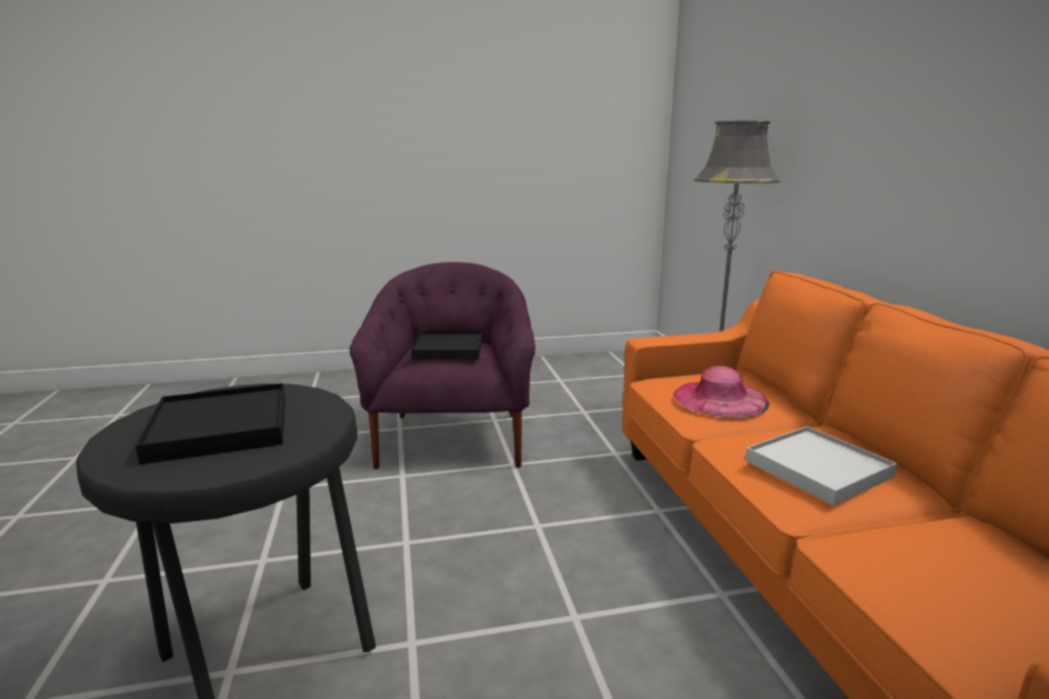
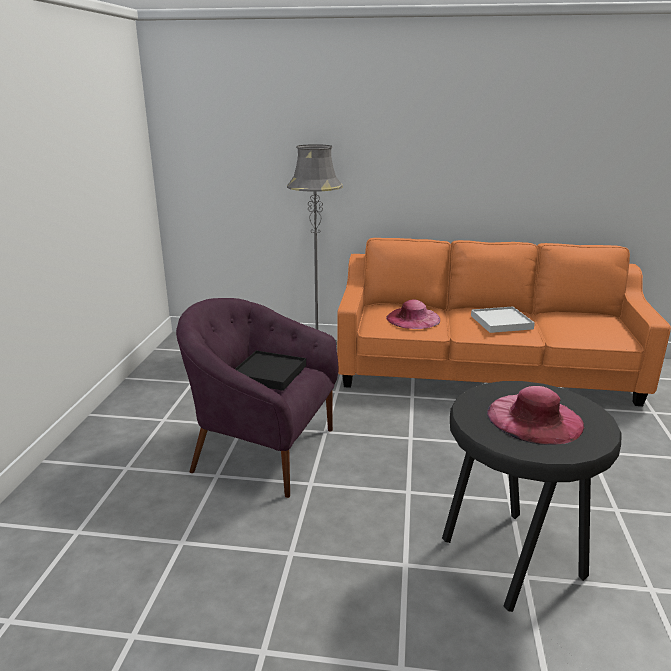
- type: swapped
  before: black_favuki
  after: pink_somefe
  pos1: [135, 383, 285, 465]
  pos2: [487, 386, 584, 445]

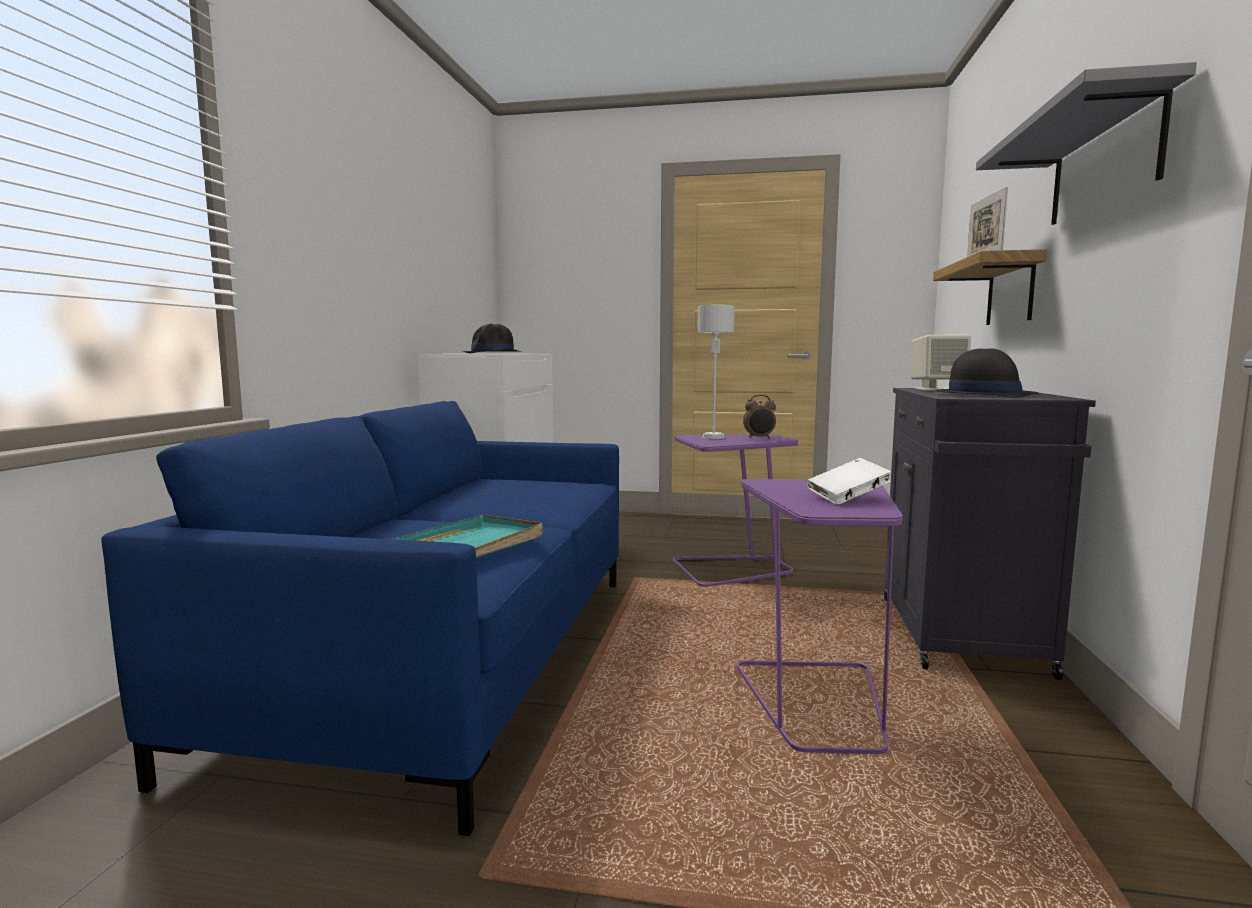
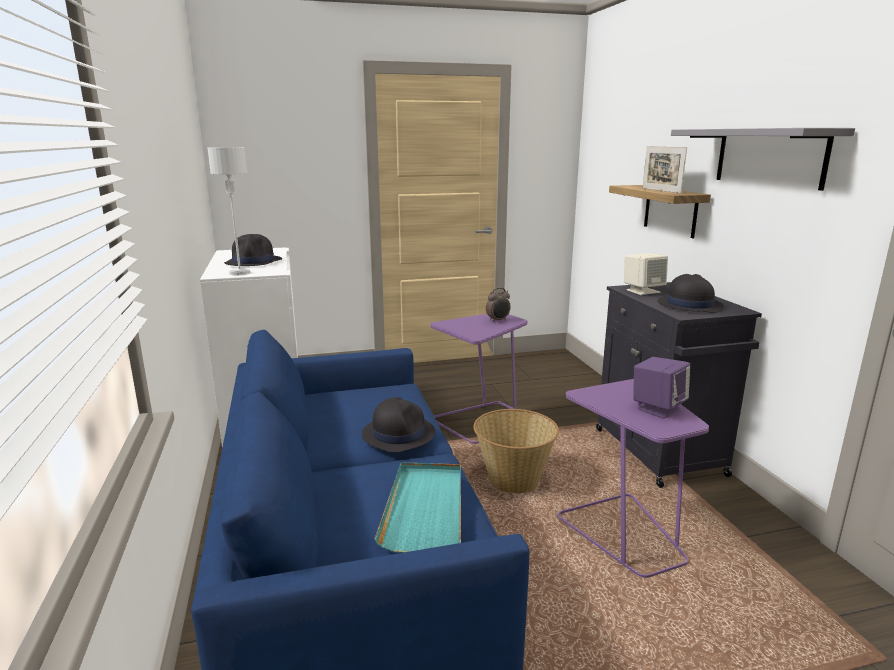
- type: shifted
  before: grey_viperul
  pos1: [698, 305, 735, 439]
  pos2: [207, 147, 251, 275]
- type: swapped
  before: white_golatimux
  after: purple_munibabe
  pos1: [807, 458, 891, 505]
  pos2: [633, 357, 690, 419]
- type: new
  after: black_somefe
  pos2: [362, 397, 435, 453]
- type: new
  after: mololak
  pos2: [473, 409, 559, 493]

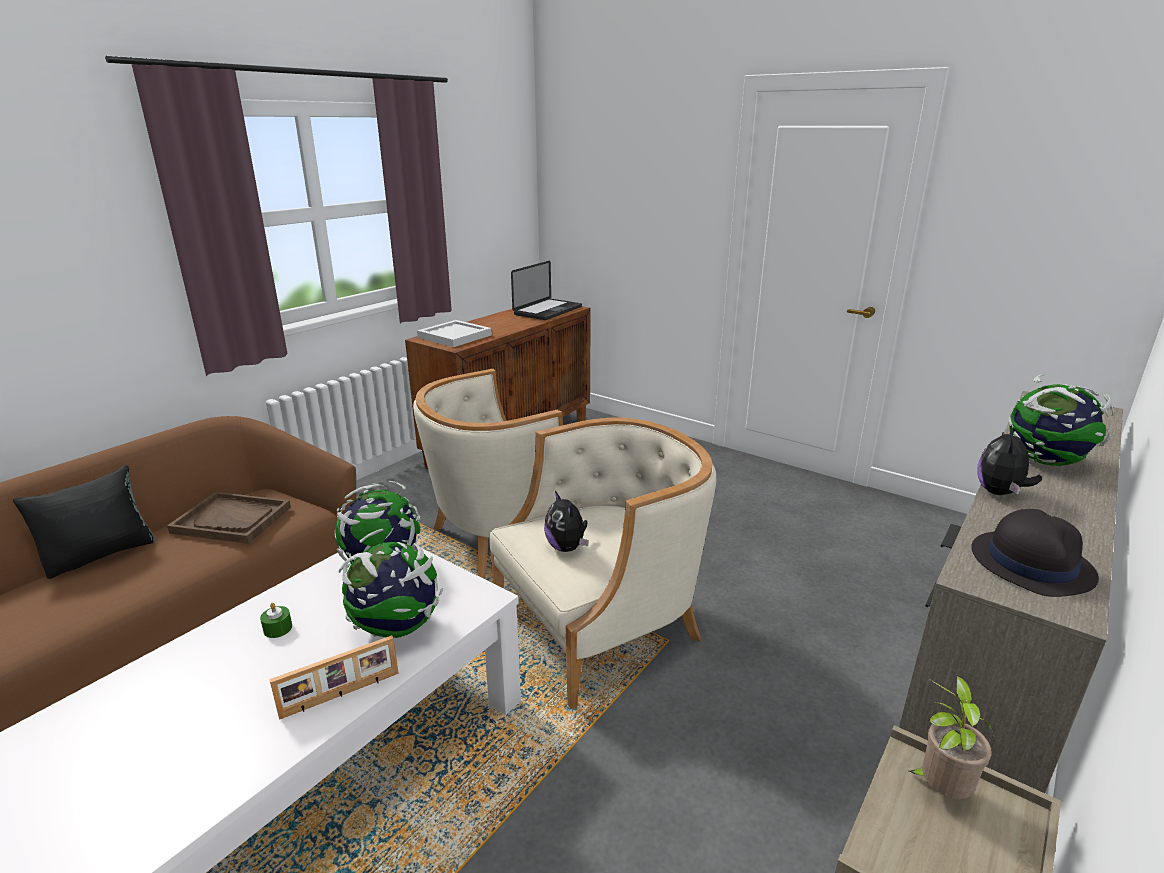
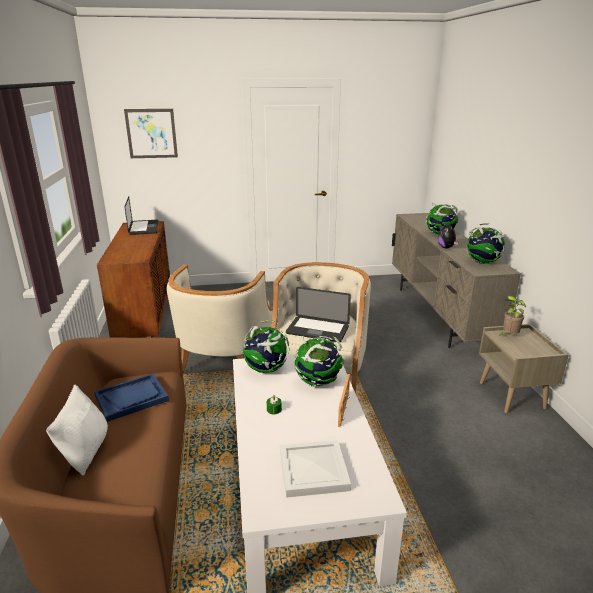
- type: shifted
  before: white_favuki
  pos1: [417, 320, 492, 347]
  pos2: [280, 440, 351, 498]
- type: repainted
  before: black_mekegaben
  after: white_mekegaben
  pos1: [13, 465, 156, 579]
  pos2: [46, 384, 108, 475]
- type: swapped
  before: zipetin
  after: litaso
  pos1: [544, 491, 589, 552]
  pos2: [286, 287, 351, 342]
- type: repainted
  before: brown_favuki
  after: blue_favuki
  pos1: [167, 492, 291, 544]
  pos2: [94, 373, 169, 422]
- type: swapped
  before: black_somefe
  after: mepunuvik
  pos1: [971, 509, 1099, 597]
  pos2: [466, 223, 506, 264]
- type: new
  after: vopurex
  pos2: [124, 109, 178, 158]

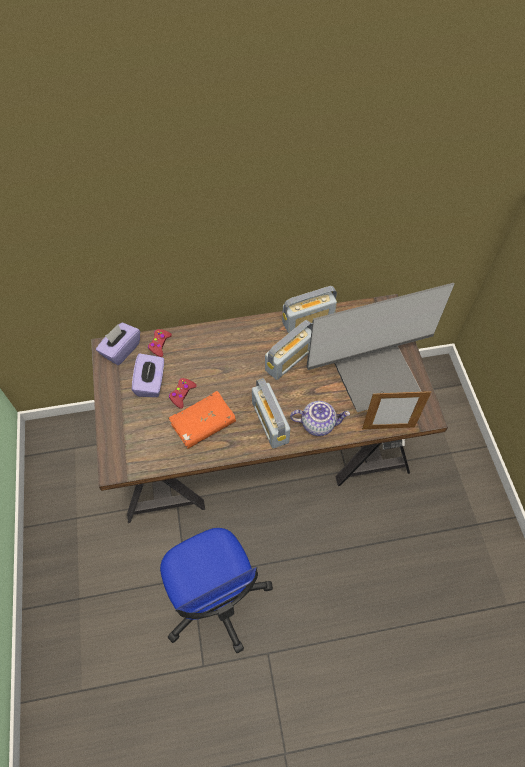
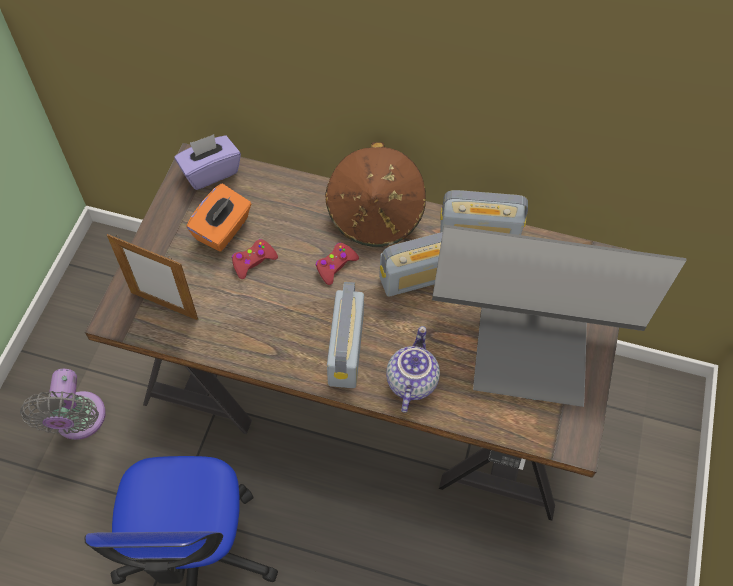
- type: shifted
  before: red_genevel
  pos1: [148, 329, 172, 357]
  pos2: [316, 243, 359, 285]
- type: repainted
  before: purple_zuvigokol
  after: orange_zuvigokol
  pos1: [132, 353, 164, 397]
  pos2: [186, 184, 252, 252]
- type: gone
  before: orange_golatimux
  pos1: [168, 391, 236, 449]
- type: shifted
  before: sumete
  pos1: [362, 391, 431, 429]
  pos2: [107, 234, 198, 320]
- type: rotated
  before: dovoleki
  pos1: [290, 401, 350, 436]
  pos2: [386, 326, 440, 413]
  turn: -105
- type: new
  after: brown_somefe
  pos2: [325, 142, 426, 247]
- type: new
  after: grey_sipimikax
  pos2: [20, 369, 106, 440]

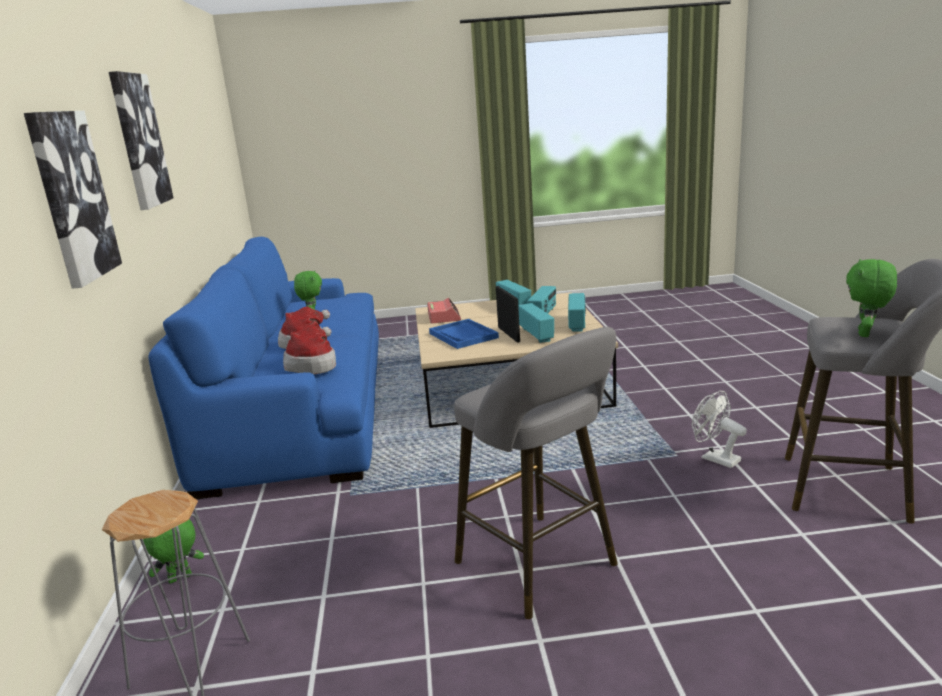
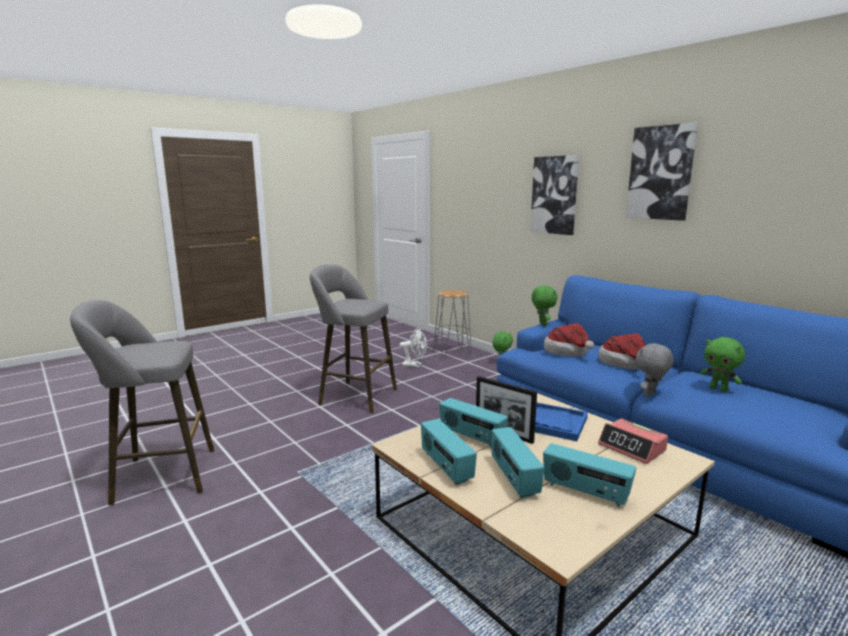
- type: shifted
  before: green_zipetin
  pos1: [846, 259, 897, 337]
  pos2: [531, 285, 558, 326]
- type: shifted
  before: white_sipimikax
  pos1: [692, 391, 747, 468]
  pos2: [400, 328, 427, 367]
- type: new
  after: grey_zipetin
  pos2: [636, 343, 674, 397]

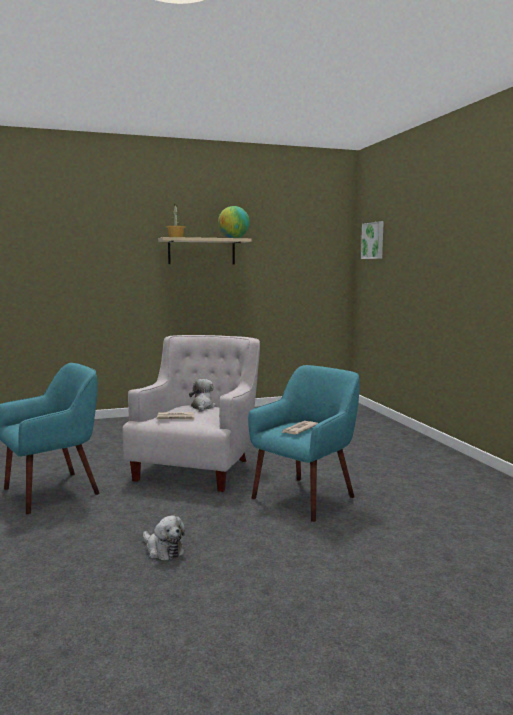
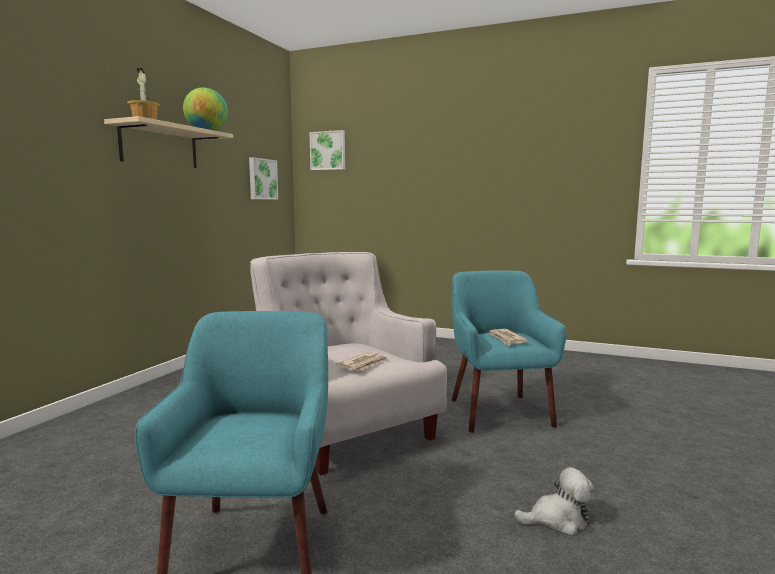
- type: gone
  before: zipetin
  pos1: [189, 379, 216, 412]
- type: new
  after: vopurex
  pos2: [249, 157, 278, 200]

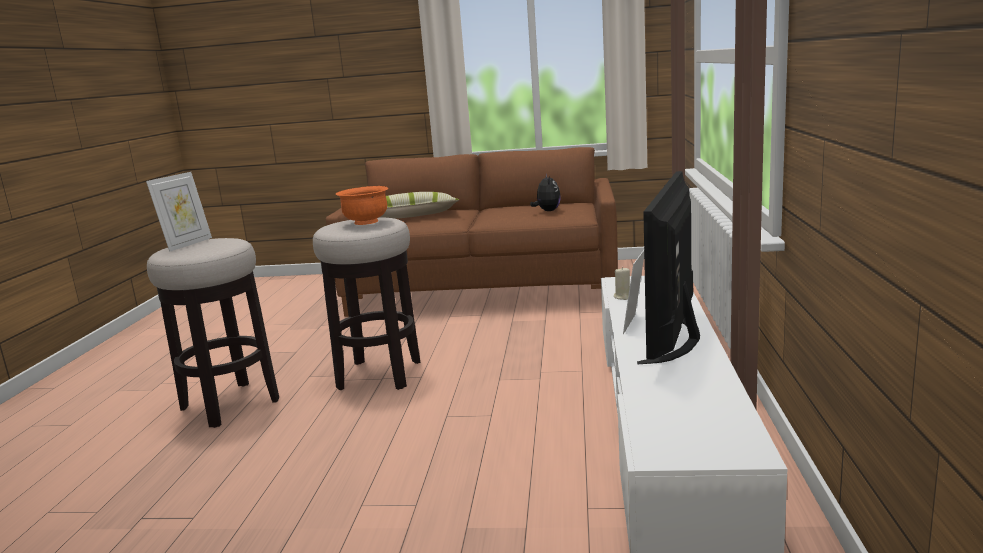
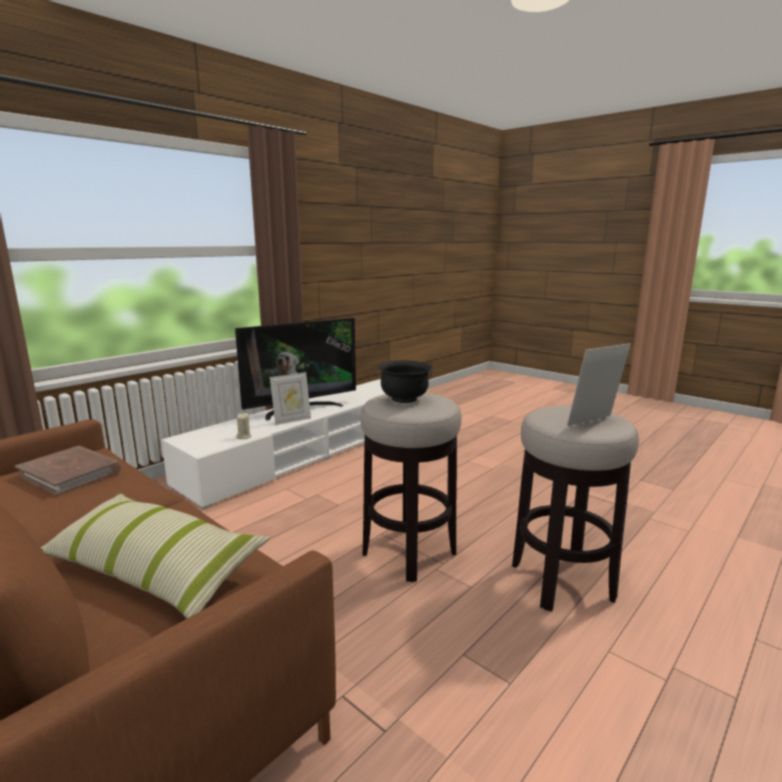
- type: swapped
  before: zipetin
  after: brown_golatimux
  pos1: [530, 174, 561, 211]
  pos2: [15, 446, 121, 496]
- type: repainted
  before: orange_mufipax
  after: black_mufipax
  pos1: [336, 186, 388, 225]
  pos2: [378, 360, 433, 403]

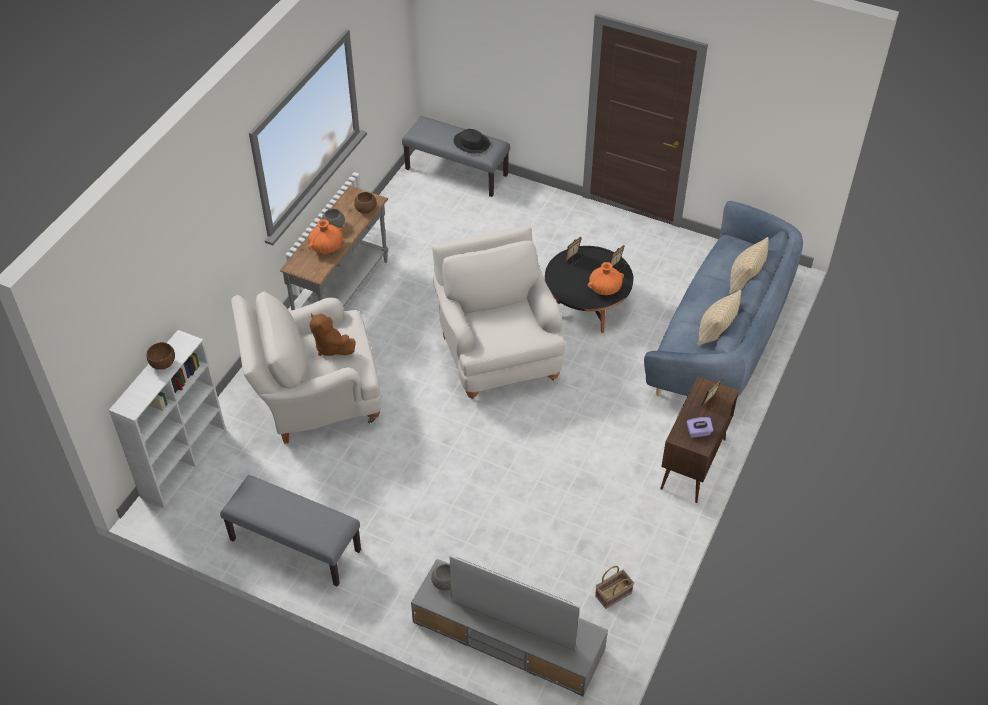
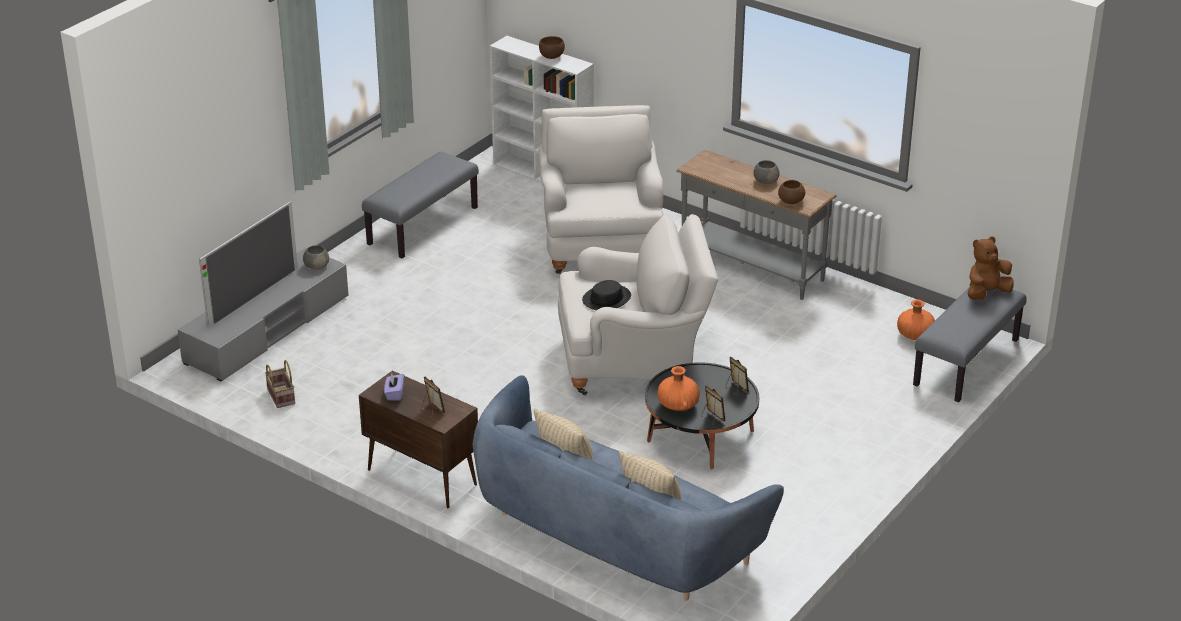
- type: shifted
  before: black_somefe
  pos1: [453, 129, 490, 153]
  pos2: [582, 280, 631, 310]
- type: shifted
  before: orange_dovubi
  pos1: [308, 219, 343, 254]
  pos2: [897, 300, 935, 340]
- type: shifted
  before: brown_zipetin
  pos1: [310, 313, 355, 356]
  pos2: [968, 236, 1014, 300]

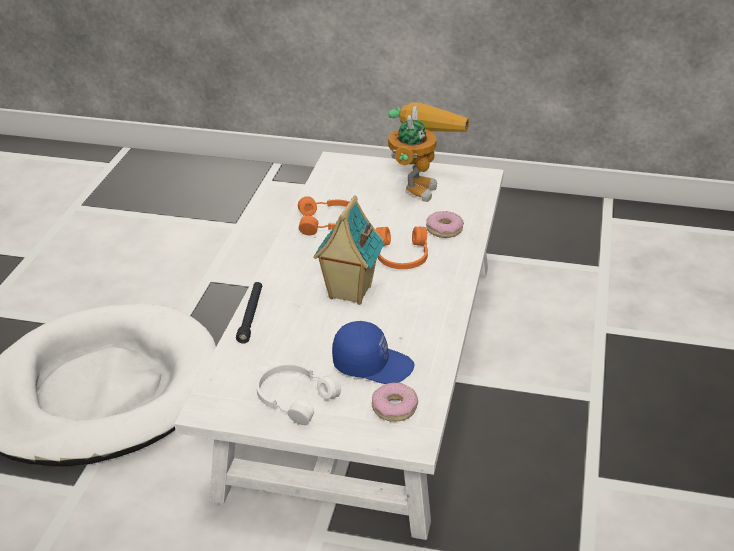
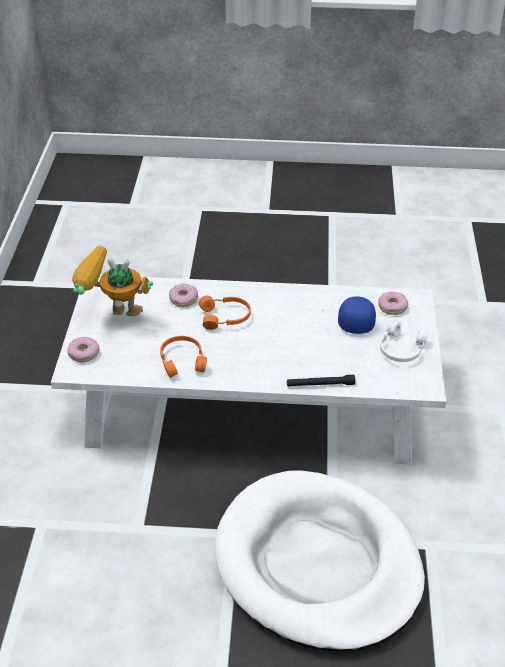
- type: gone
  before: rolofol
  pos1: [313, 195, 385, 305]
- type: new
  after: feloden
  pos2: [67, 337, 99, 362]

